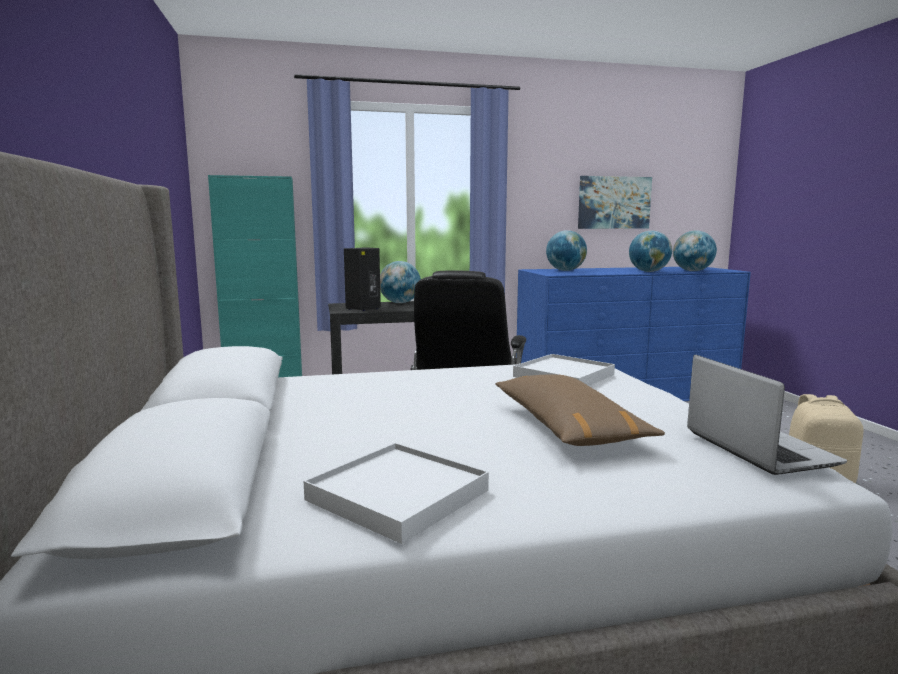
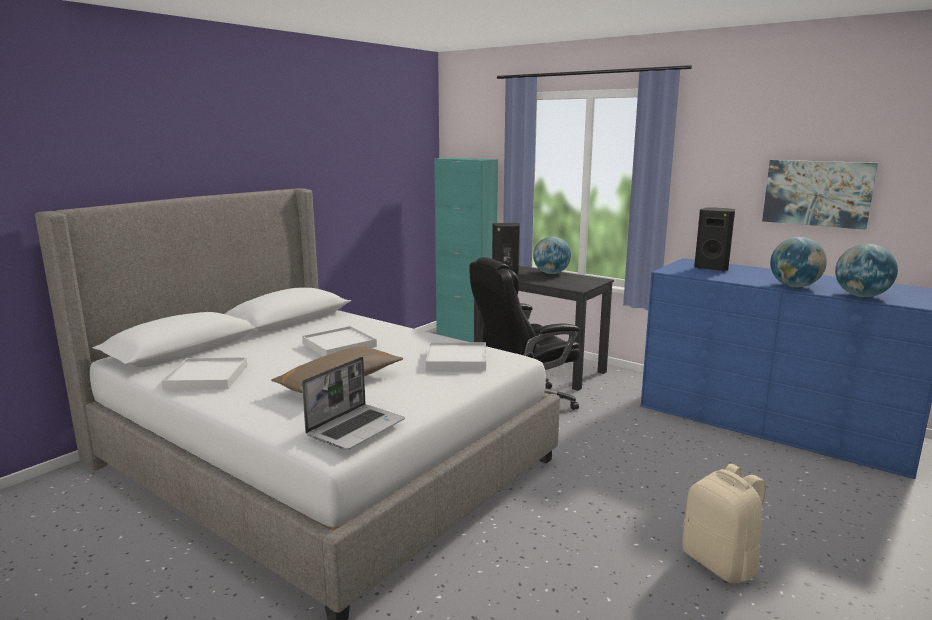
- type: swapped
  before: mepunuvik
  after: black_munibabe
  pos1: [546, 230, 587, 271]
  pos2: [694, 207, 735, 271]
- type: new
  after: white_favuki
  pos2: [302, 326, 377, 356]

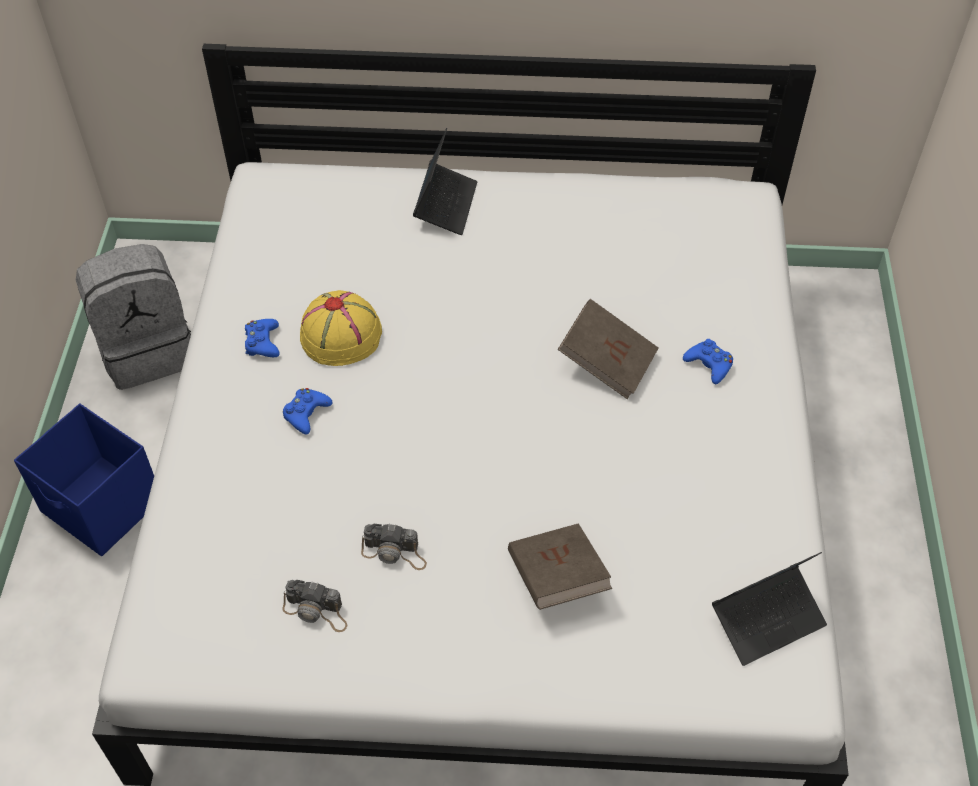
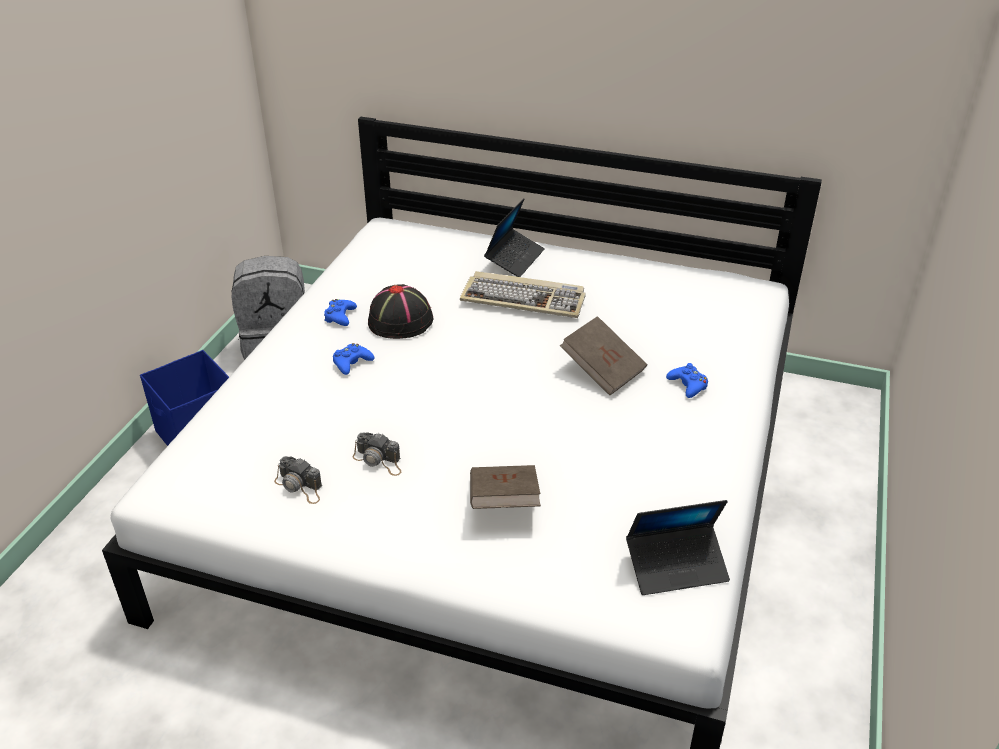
- type: repainted
  before: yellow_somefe
  after: black_somefe
  pos1: [300, 290, 382, 366]
  pos2: [368, 284, 433, 339]
- type: new
  after: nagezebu
  pos2: [460, 271, 586, 318]

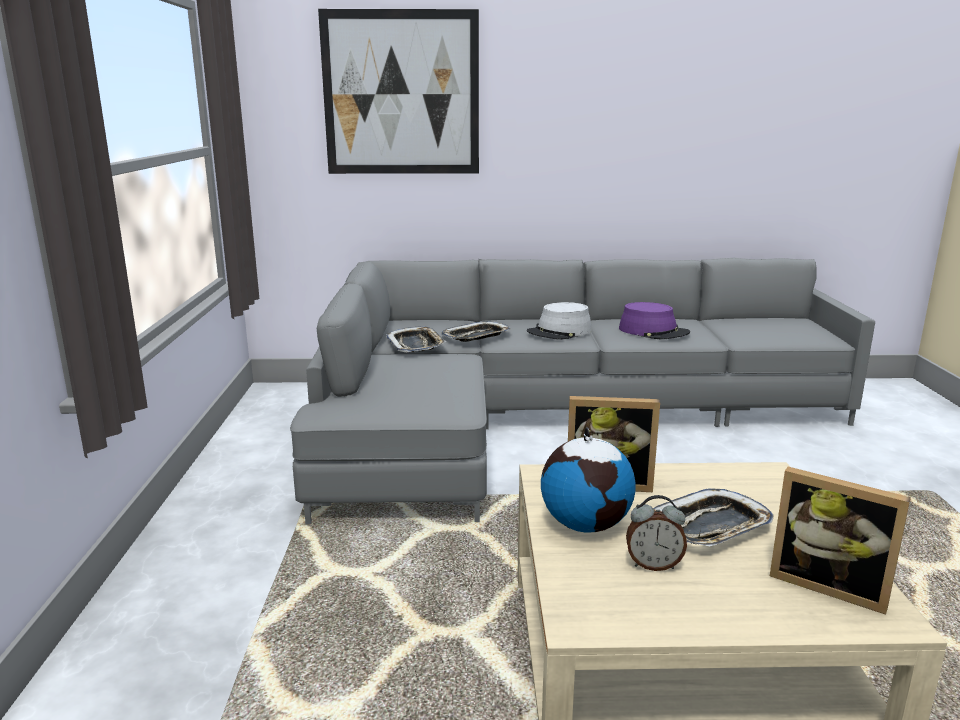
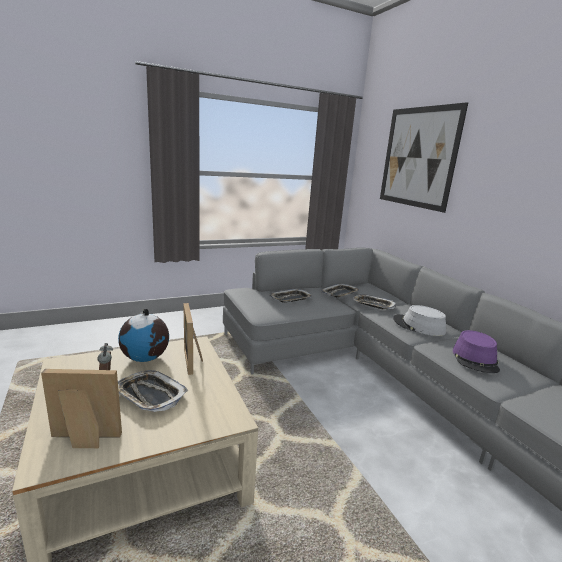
- type: rotated
  before: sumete
  pos1: [770, 467, 911, 615]
  pos2: [41, 369, 122, 448]
  turn: 75
- type: new
  after: favuki
  pos2: [269, 289, 313, 303]

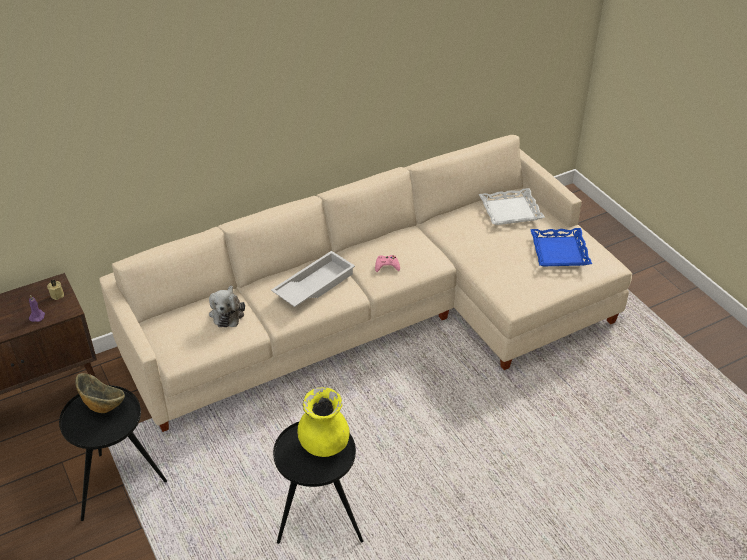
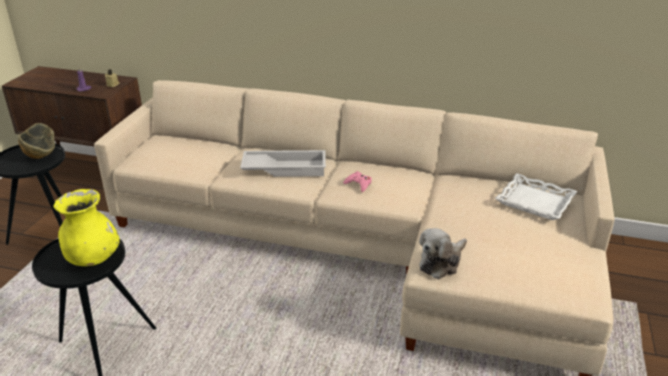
- type: gone
  before: blue_favuki
  pos1: [530, 228, 592, 266]
- type: shifted
  before: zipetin
  pos1: [209, 285, 245, 327]
  pos2: [419, 228, 467, 279]

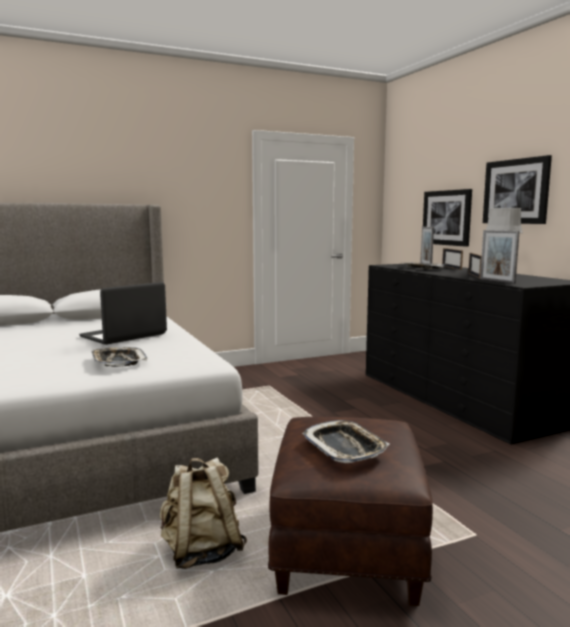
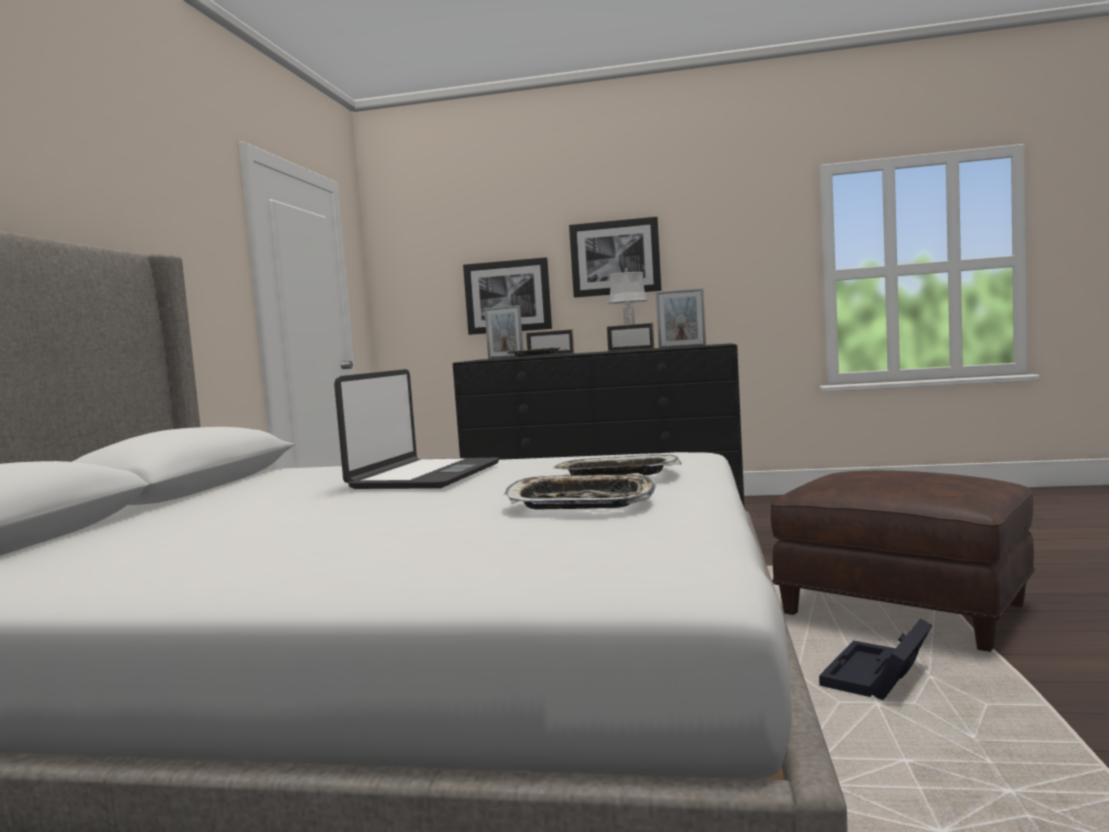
- type: rotated
  before: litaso
  pos1: [79, 282, 167, 345]
  pos2: [334, 369, 499, 489]
  turn: -150
- type: shifted
  before: favuki
  pos1: [302, 420, 390, 463]
  pos2: [504, 473, 656, 510]
- type: swapped
  before: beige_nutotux
  after: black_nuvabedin
  pos1: [160, 457, 247, 569]
  pos2: [819, 618, 932, 700]

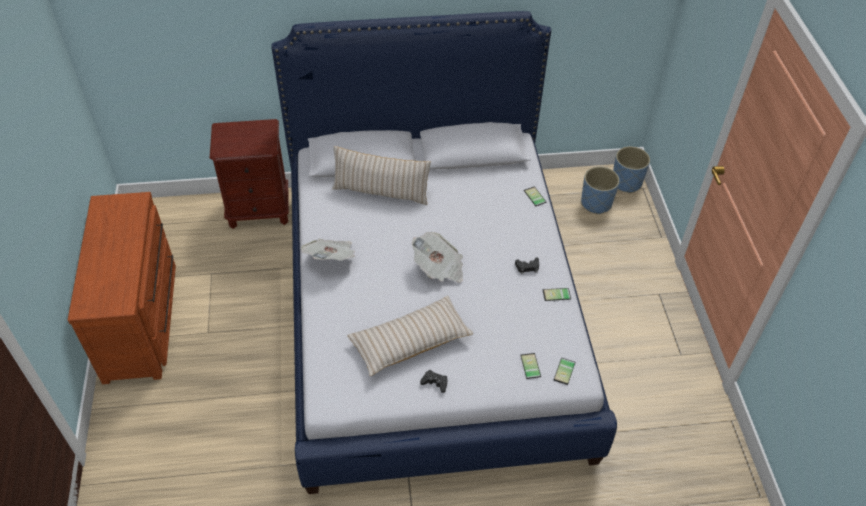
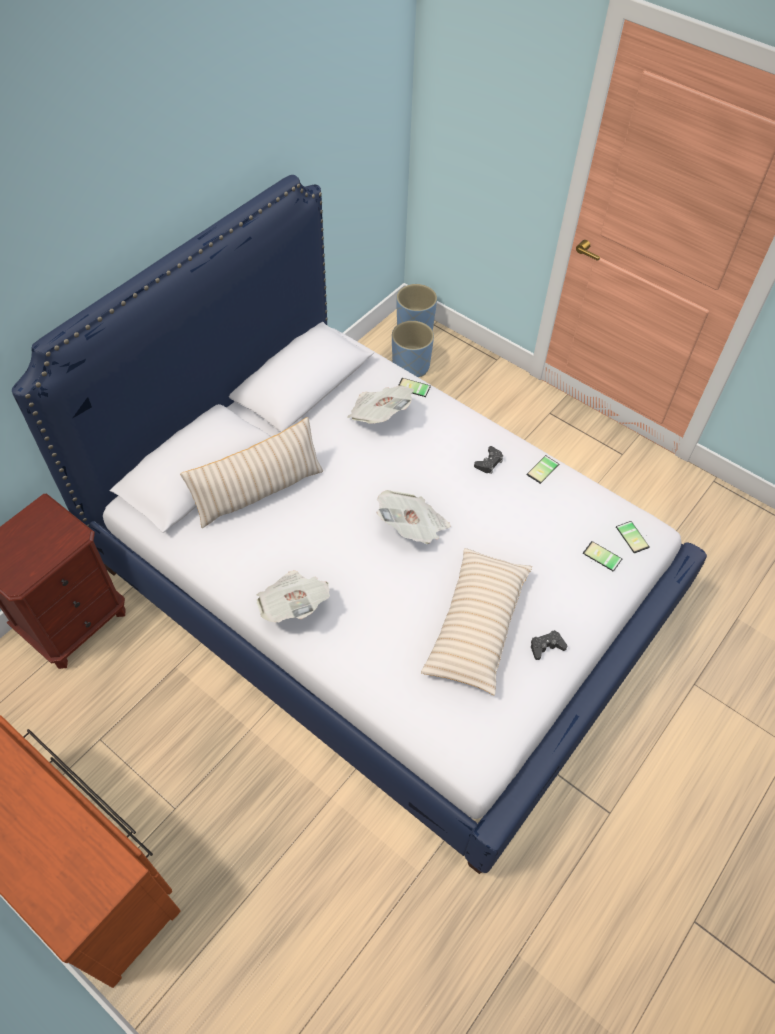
- type: new
  after: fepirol
  pos2: [347, 385, 414, 424]

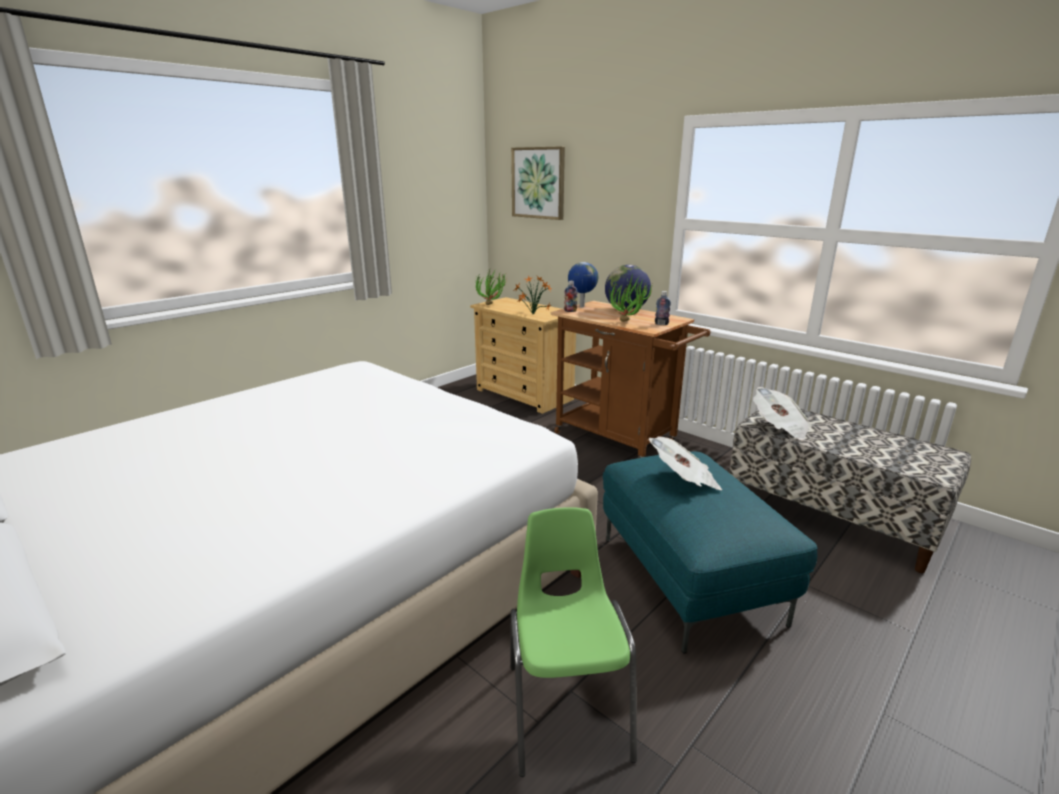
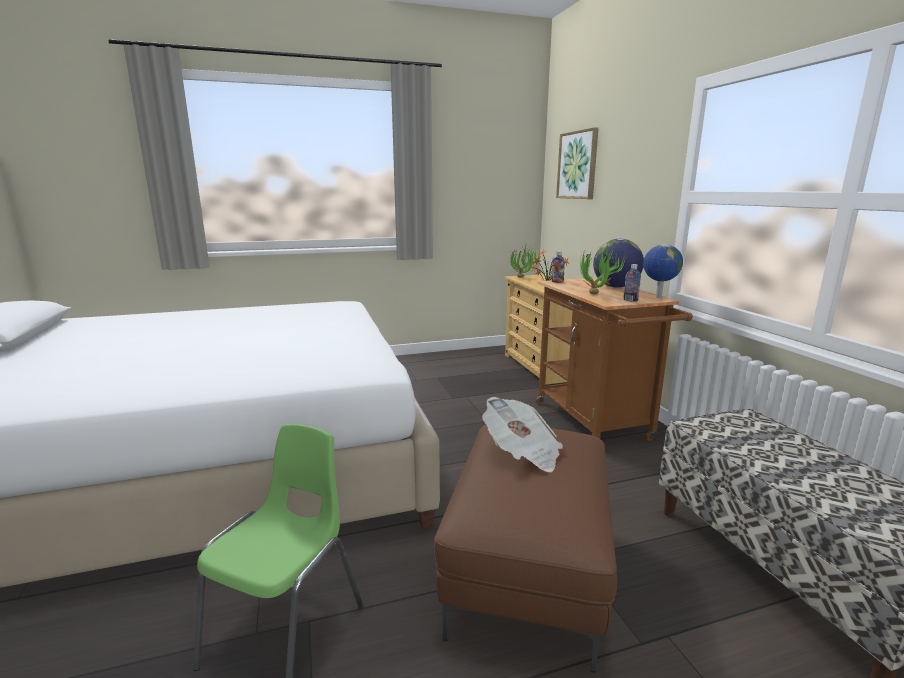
- type: shifted
  before: mepunuvik
  pos1: [568, 262, 598, 307]
  pos2: [643, 244, 683, 298]
- type: gone
  before: fepirol
  pos1: [753, 387, 812, 440]
- type: repainted
  before: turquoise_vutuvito
  after: brown_vutuvito
  pos1: [603, 452, 818, 654]
  pos2: [434, 425, 617, 673]

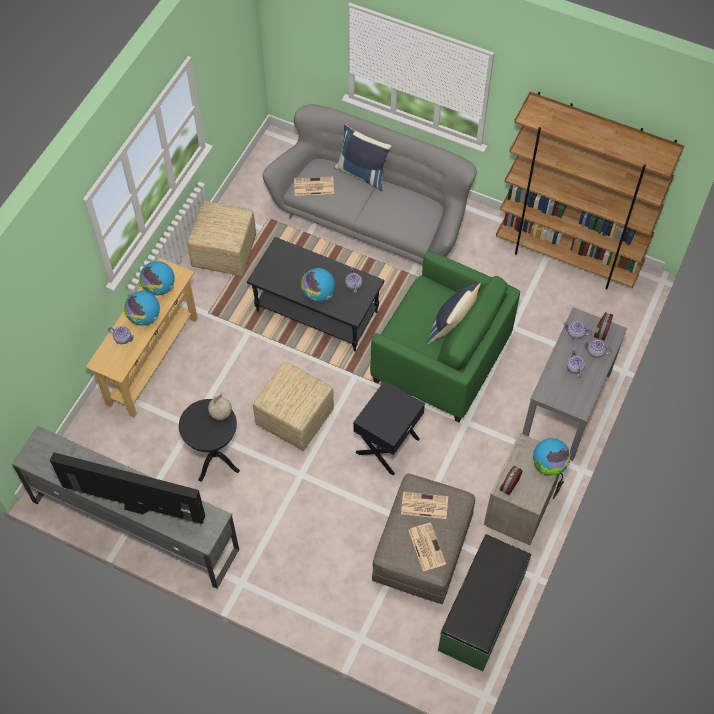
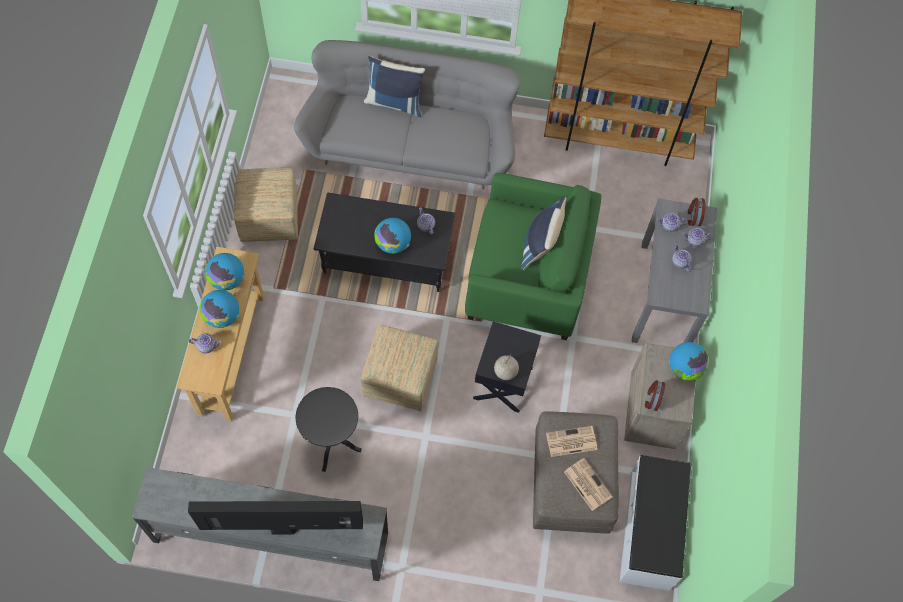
- type: gone
  before: fepirol
  pos1: [294, 177, 334, 196]
- type: shifted
  before: mepunuvik
  pos1: [208, 393, 232, 420]
  pos2: [494, 354, 519, 380]
- type: repainted
  before: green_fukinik
  after: white_fukinik
  pos1: [438, 534, 531, 672]
  pos2: [619, 455, 691, 591]

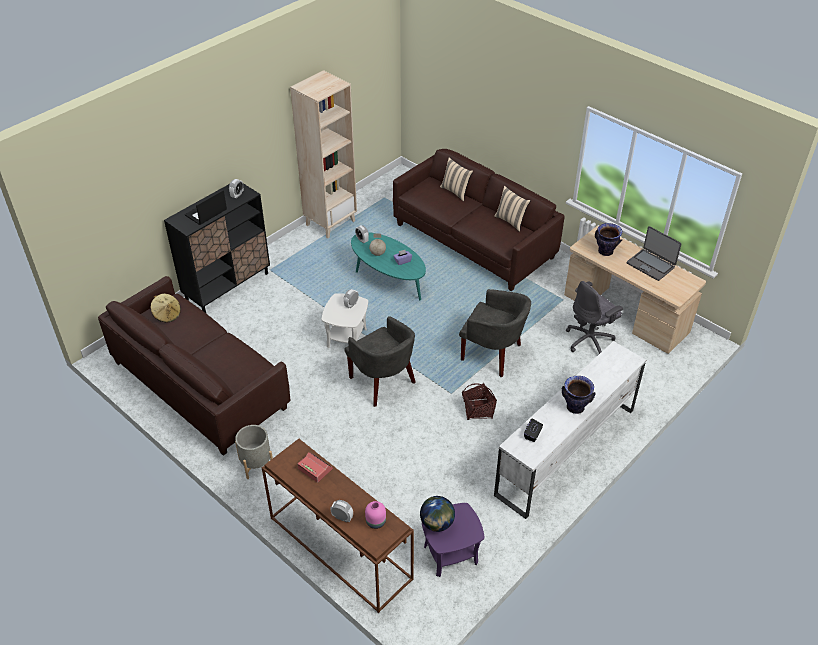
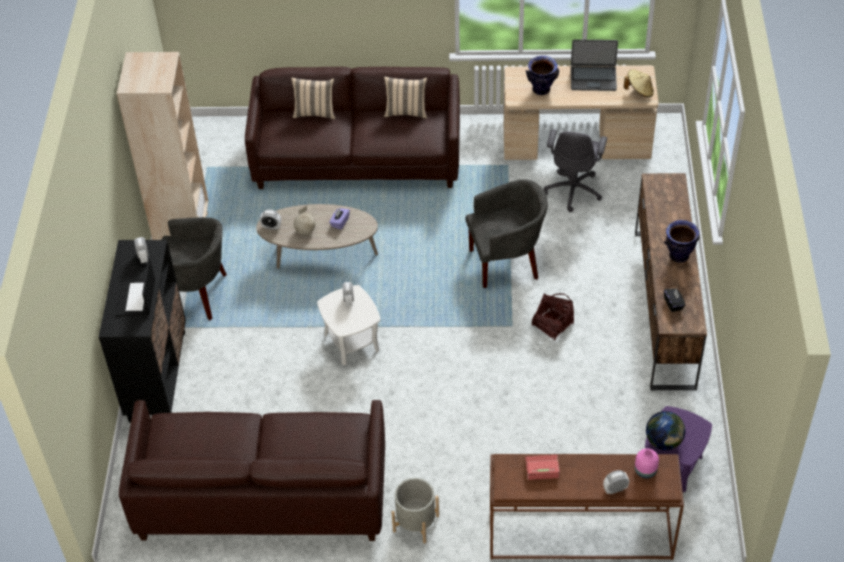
- type: repainted
  before: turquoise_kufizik
  after: beige_kufizik
  pos1: [351, 232, 426, 301]
  pos2: [256, 204, 378, 269]
- type: shifted
  before: beige_somefe
  pos1: [150, 294, 181, 323]
  pos2: [624, 69, 654, 98]
- type: shifted
  before: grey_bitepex
  pos1: [344, 316, 416, 407]
  pos2: [161, 217, 227, 320]
- type: repainted
  before: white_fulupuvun
  after: brown_fulupuvun
  pos1: [494, 341, 646, 519]
  pos2: [635, 173, 707, 391]

